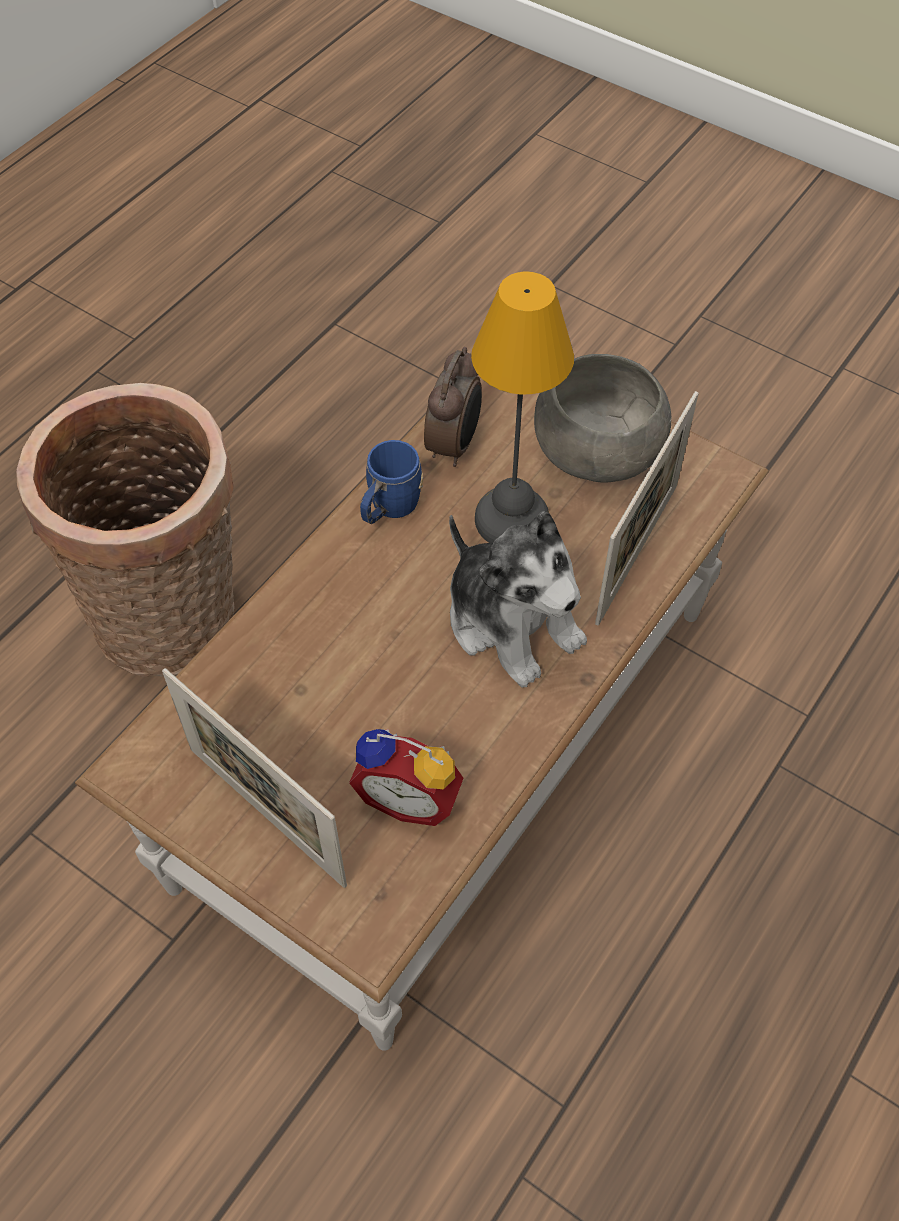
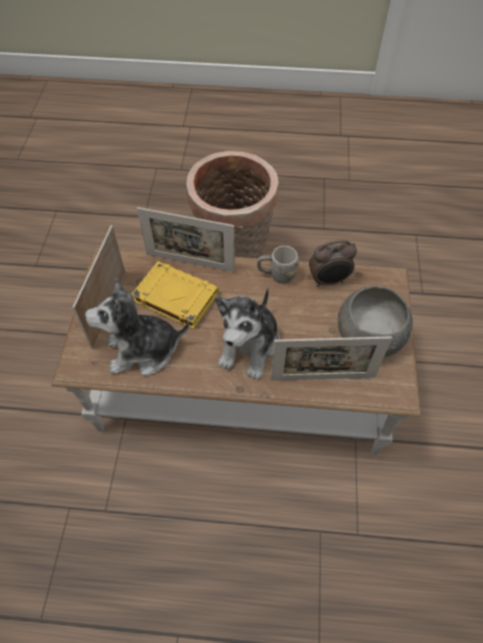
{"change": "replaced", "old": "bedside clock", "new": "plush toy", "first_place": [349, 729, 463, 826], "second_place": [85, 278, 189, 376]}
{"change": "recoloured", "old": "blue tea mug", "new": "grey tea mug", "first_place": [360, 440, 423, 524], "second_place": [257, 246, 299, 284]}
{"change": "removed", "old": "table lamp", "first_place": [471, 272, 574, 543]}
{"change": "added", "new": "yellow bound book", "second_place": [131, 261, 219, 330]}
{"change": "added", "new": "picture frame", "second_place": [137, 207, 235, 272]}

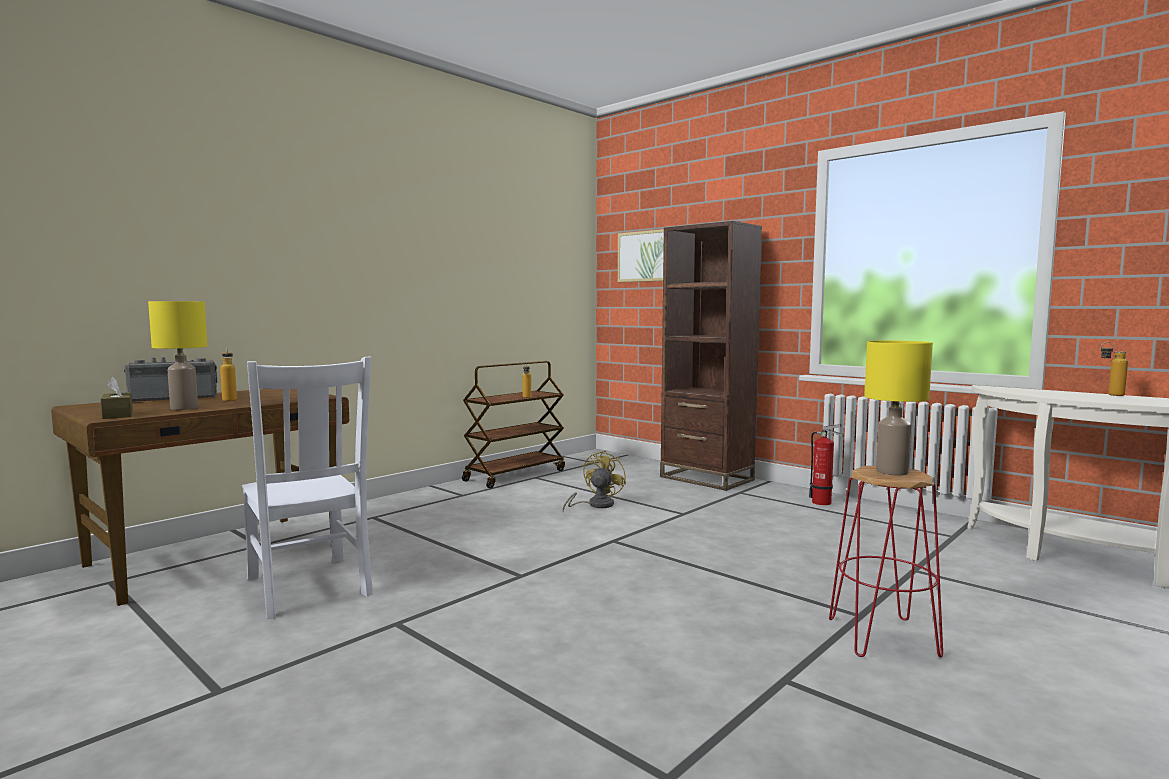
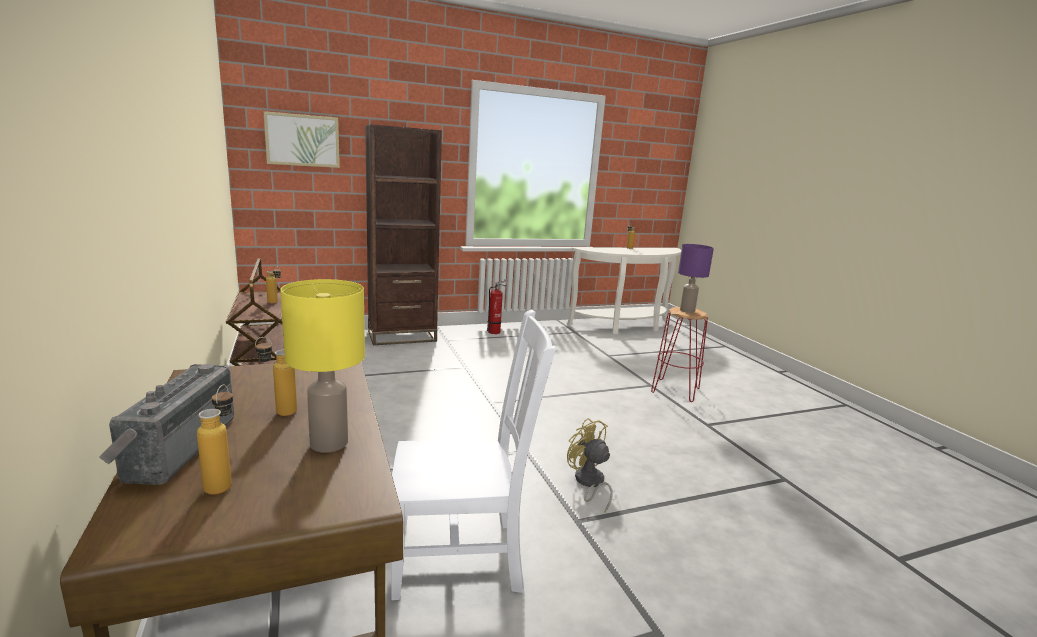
{"change": "removed", "old": "brownish box of tissues", "first_place": [100, 377, 133, 419]}
{"change": "moved", "old": "yellow electric fan", "first_place": [562, 450, 626, 511], "second_place": [567, 418, 613, 513]}
{"change": "recoloured", "old": "yellow table lamp", "new": "purplish table lamp", "first_place": [864, 340, 933, 476], "second_place": [678, 244, 714, 313]}
{"change": "added", "new": "beverage bottle", "second_place": [197, 384, 233, 495]}

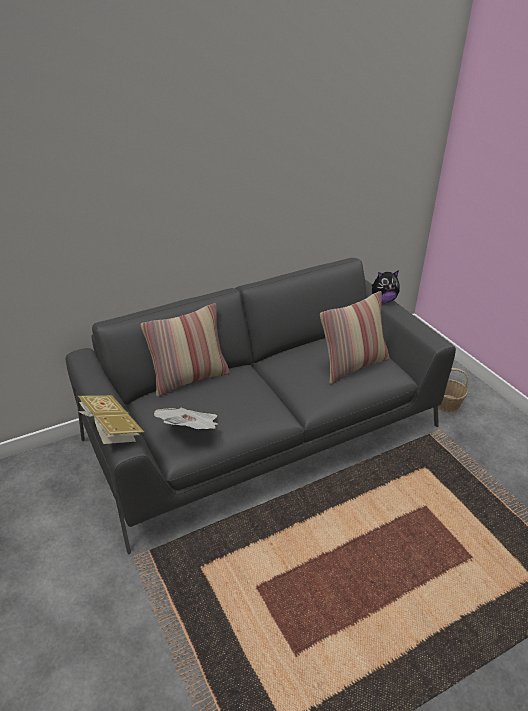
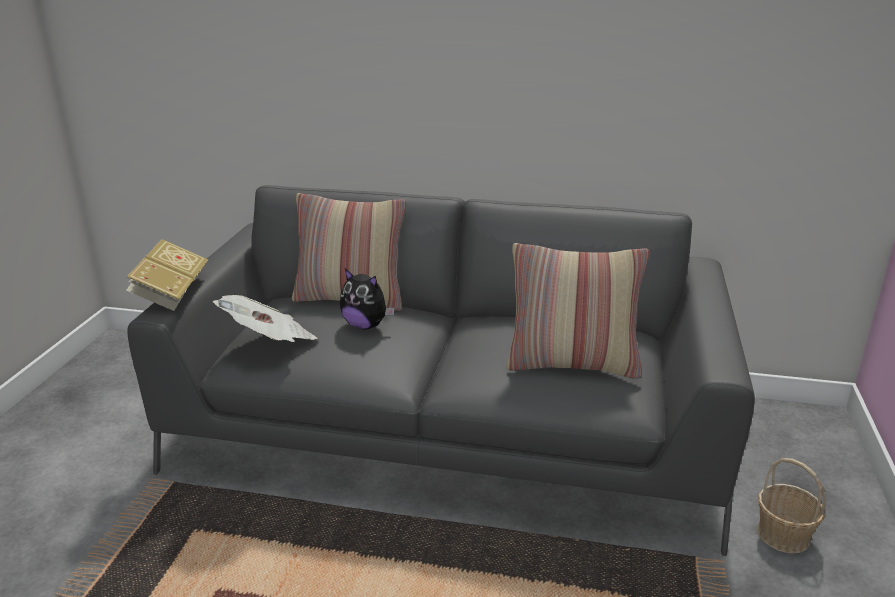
{"change": "moved", "old": "plush toy", "first_place": [372, 270, 400, 303], "second_place": [340, 269, 395, 329]}

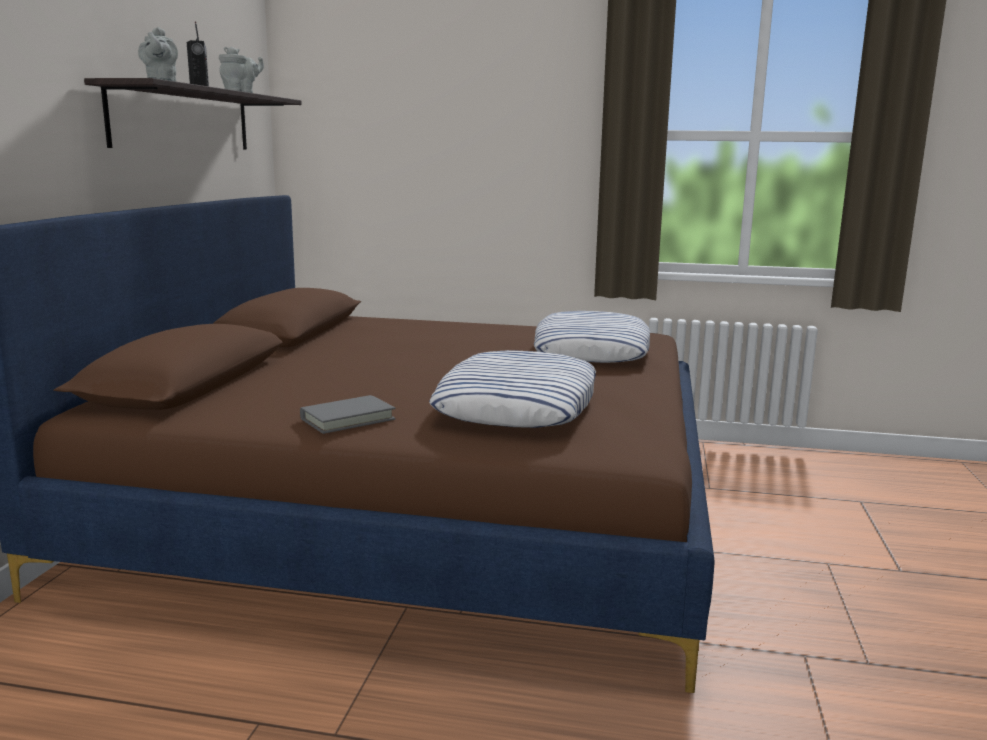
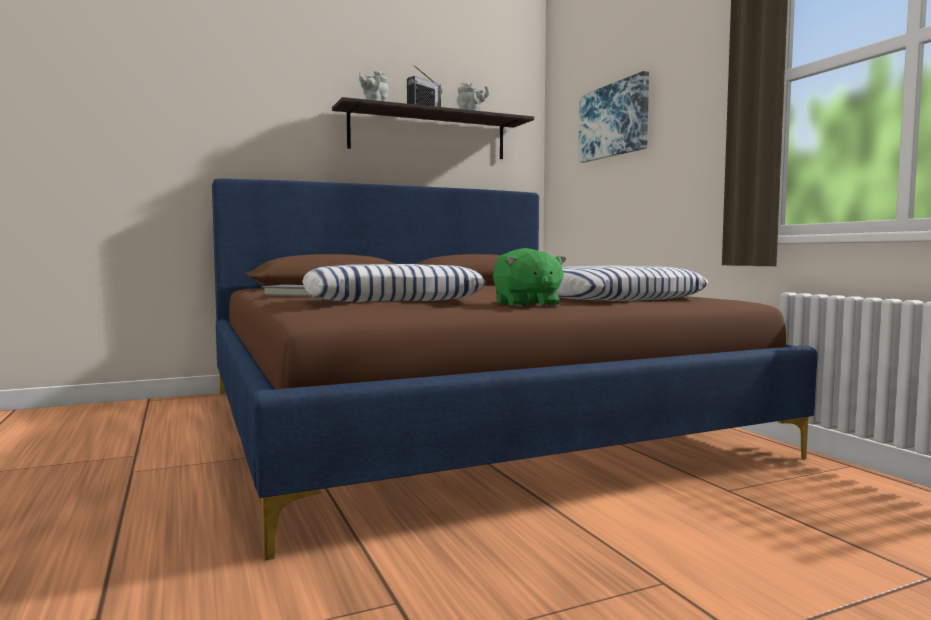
{"change": "added", "new": "green plush toy", "second_place": [493, 248, 567, 307]}
{"change": "added", "new": "wall picture", "second_place": [578, 71, 649, 163]}

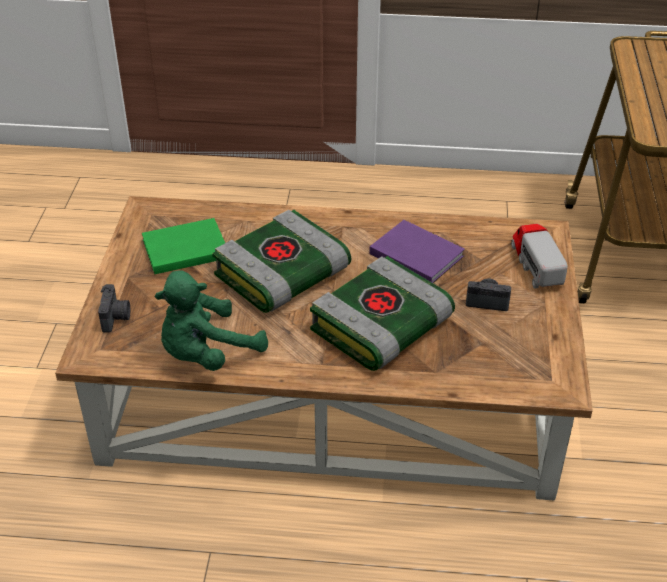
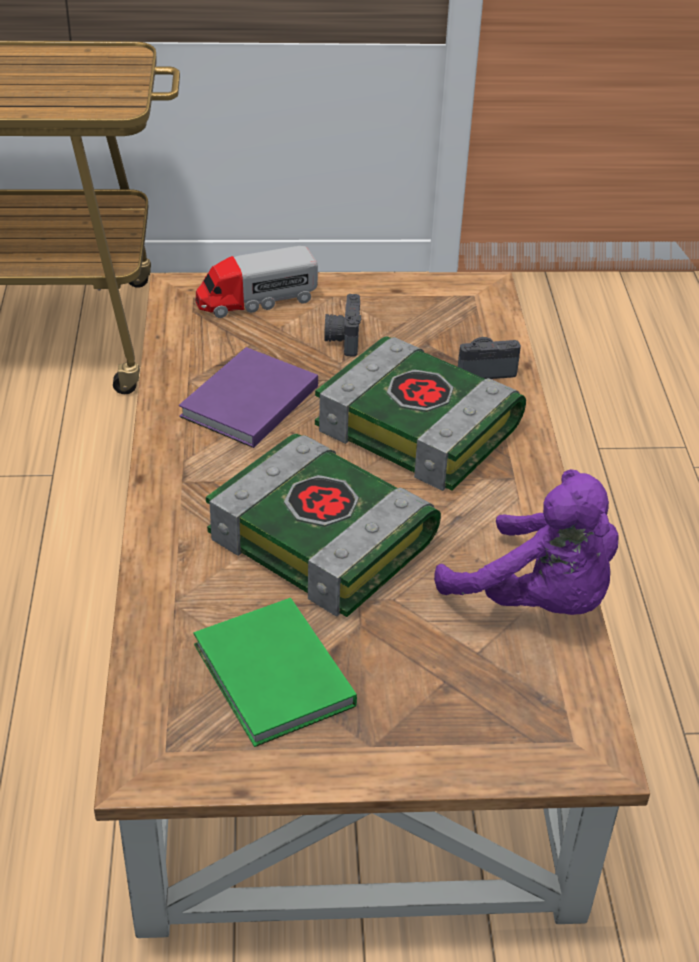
{"change": "moved", "old": "photo camera", "first_place": [98, 284, 130, 333], "second_place": [458, 337, 521, 379]}
{"change": "recoloured", "old": "green plush toy", "new": "purplish plush toy", "first_place": [154, 270, 268, 371], "second_place": [434, 469, 619, 615]}

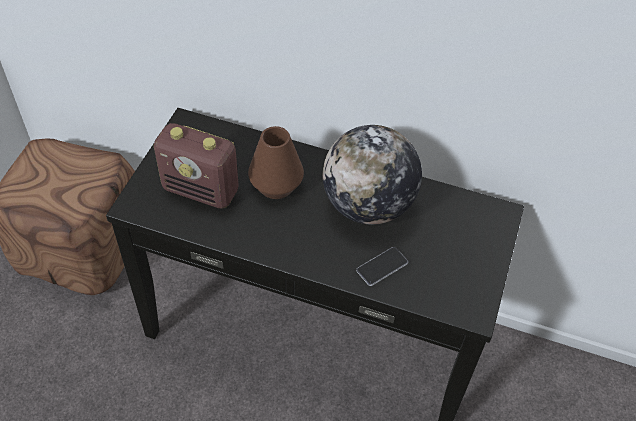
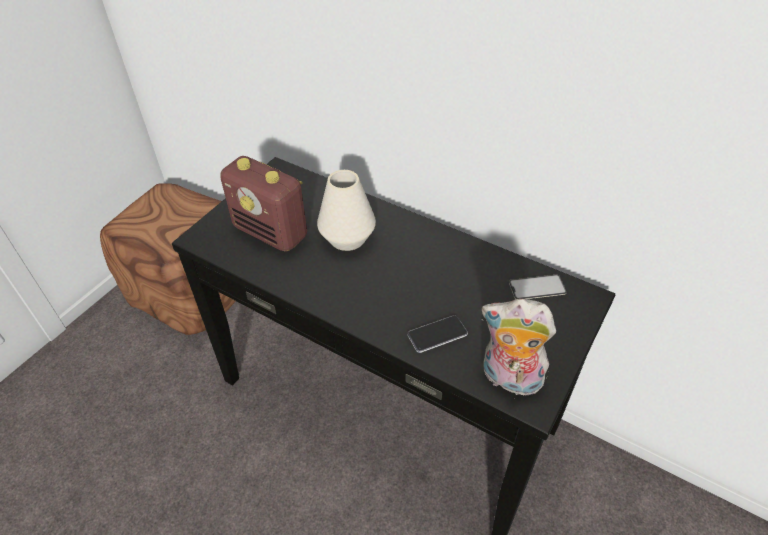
{"change": "recoloured", "old": "brownish decorative vase", "new": "white decorative vase", "first_place": [248, 126, 304, 199], "second_place": [317, 170, 376, 251]}
{"change": "removed", "old": "desk globe", "first_place": [323, 125, 422, 225]}
{"change": "added", "new": "plush toy", "second_place": [482, 298, 556, 399]}
{"change": "added", "new": "phone", "second_place": [509, 274, 567, 299]}

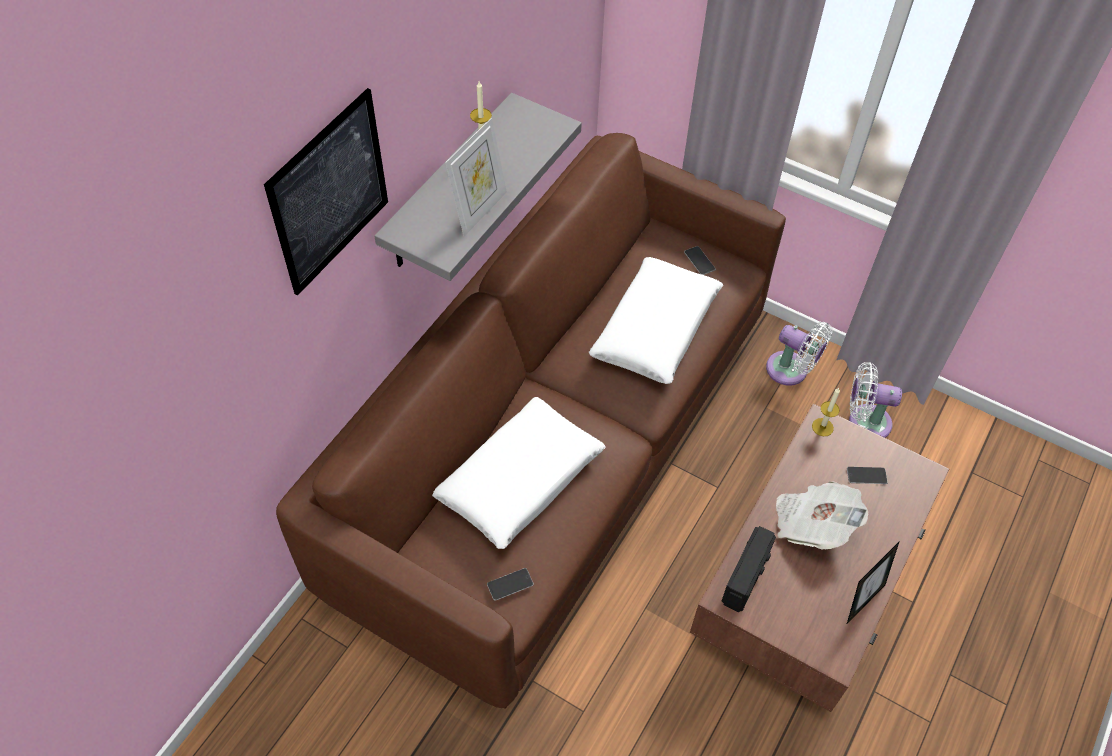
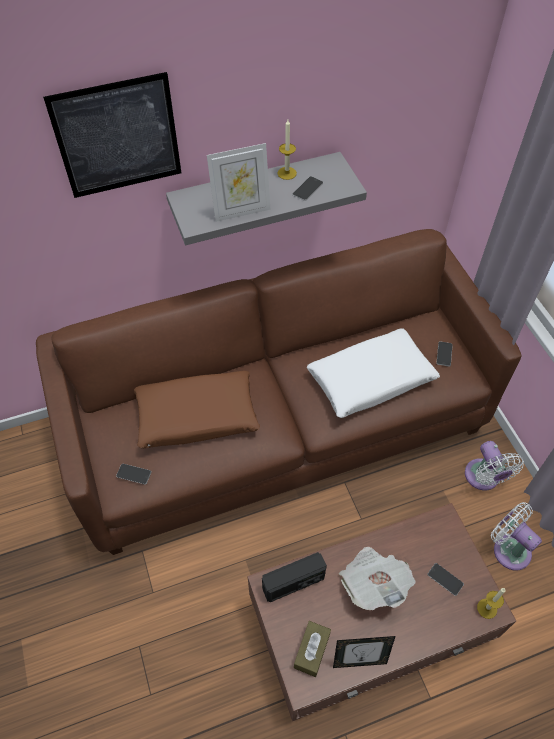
{"change": "recoloured", "old": "white throw pillow", "new": "brownish throw pillow", "first_place": [432, 397, 606, 549], "second_place": [134, 371, 260, 448]}
{"change": "moved", "old": "candle", "first_place": [812, 388, 840, 437], "second_place": [477, 588, 505, 619]}
{"change": "added", "new": "phone", "second_place": [292, 176, 323, 201]}
{"change": "added", "new": "brownish box of tissues", "second_place": [294, 621, 331, 677]}

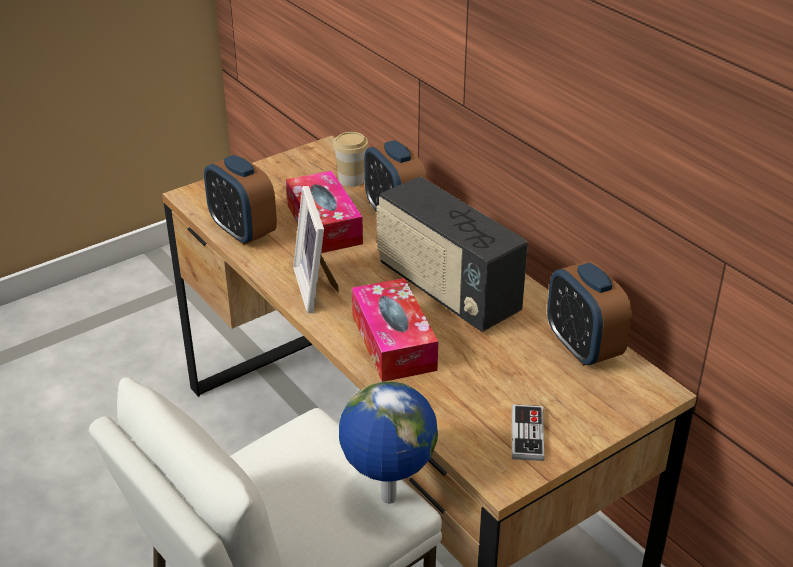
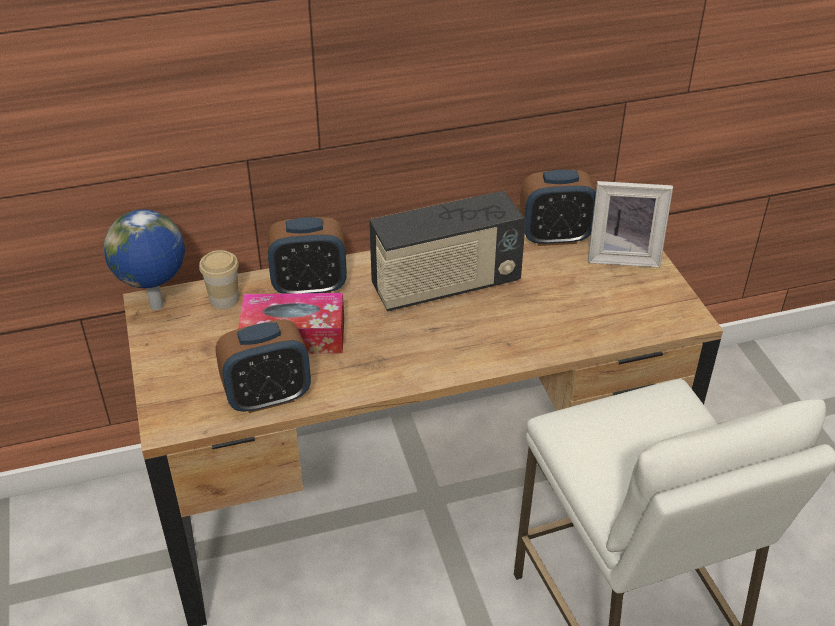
{"change": "moved", "old": "picture frame", "first_place": [293, 186, 339, 313], "second_place": [588, 181, 673, 268]}
{"change": "moved", "old": "desk globe", "first_place": [339, 381, 438, 504], "second_place": [104, 210, 185, 310]}
{"change": "removed", "old": "box of tissues", "first_place": [352, 278, 438, 382]}
{"change": "removed", "old": "game controller", "first_place": [512, 404, 544, 461]}

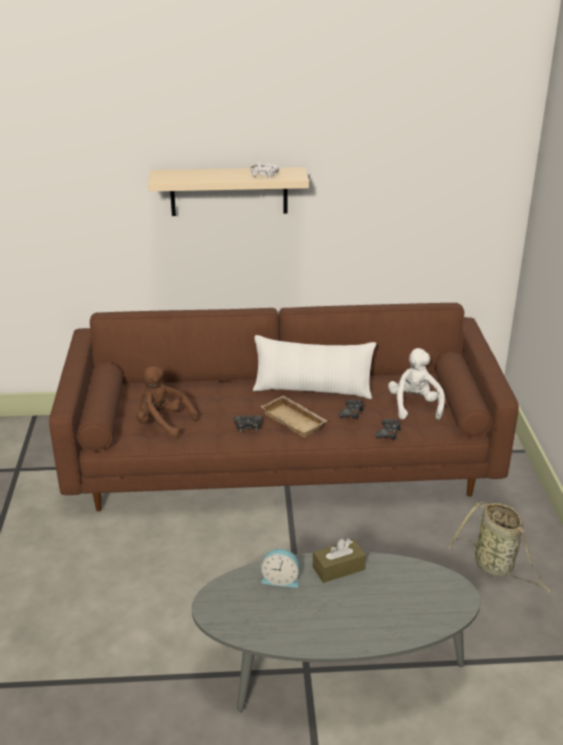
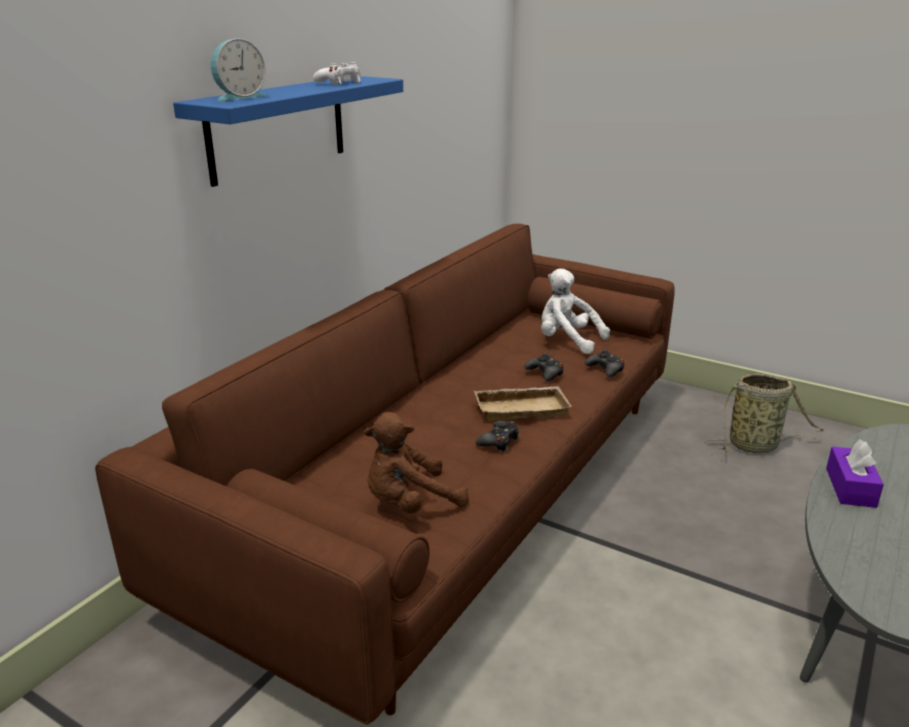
{"change": "recoloured", "old": "beige-coloured bracket shelf", "new": "blue bracket shelf", "first_place": [148, 167, 309, 216], "second_place": [173, 76, 403, 187]}
{"change": "removed", "old": "white throw pillow", "first_place": [253, 335, 376, 399]}
{"change": "moved", "old": "bedside clock", "first_place": [261, 549, 299, 588], "second_place": [211, 38, 267, 101]}
{"change": "recoloured", "old": "brownish box of tissues", "new": "purplish box of tissues", "first_place": [313, 539, 366, 583], "second_place": [826, 439, 884, 508]}

